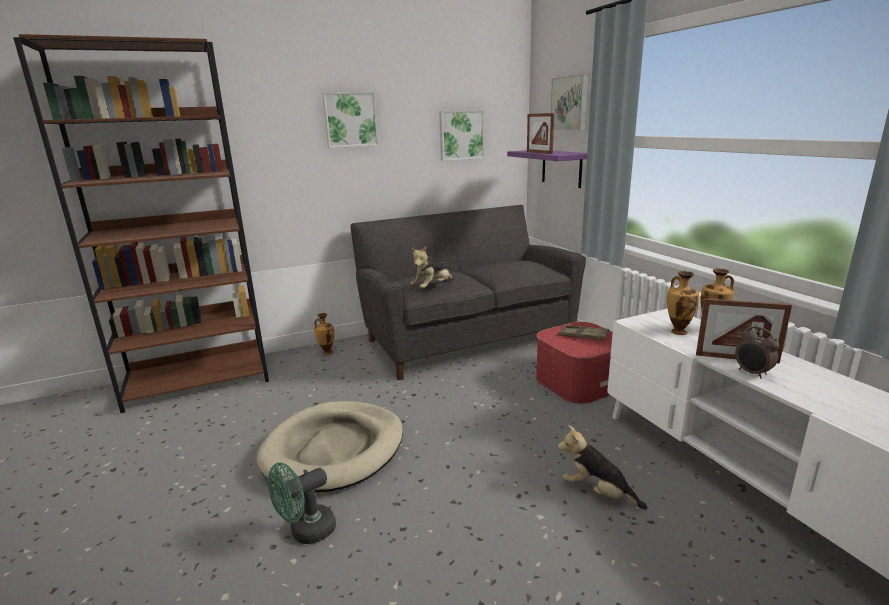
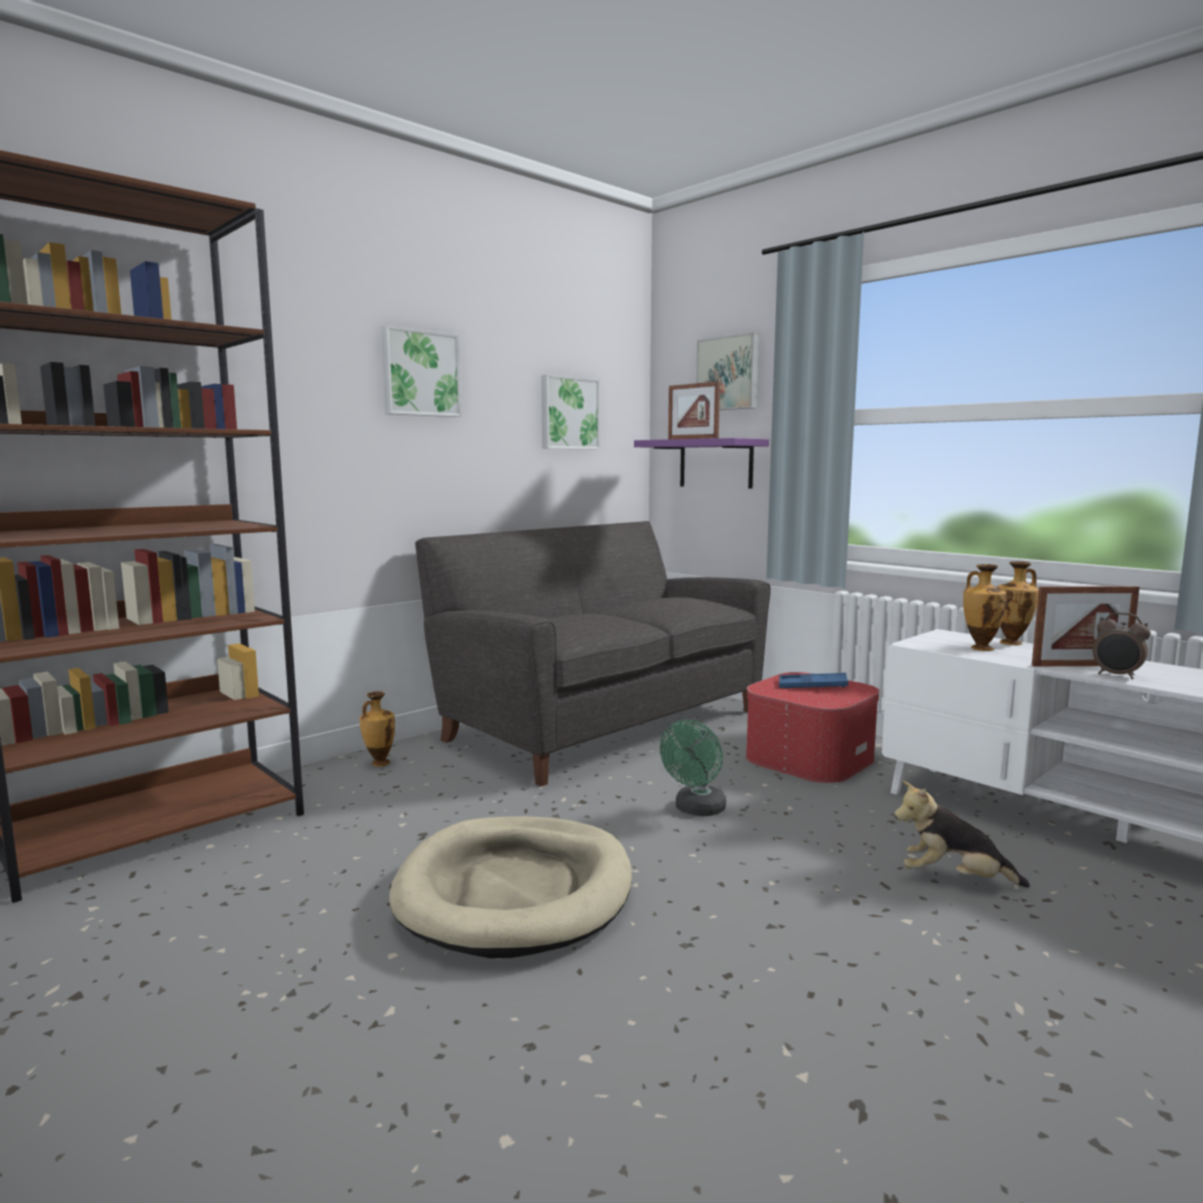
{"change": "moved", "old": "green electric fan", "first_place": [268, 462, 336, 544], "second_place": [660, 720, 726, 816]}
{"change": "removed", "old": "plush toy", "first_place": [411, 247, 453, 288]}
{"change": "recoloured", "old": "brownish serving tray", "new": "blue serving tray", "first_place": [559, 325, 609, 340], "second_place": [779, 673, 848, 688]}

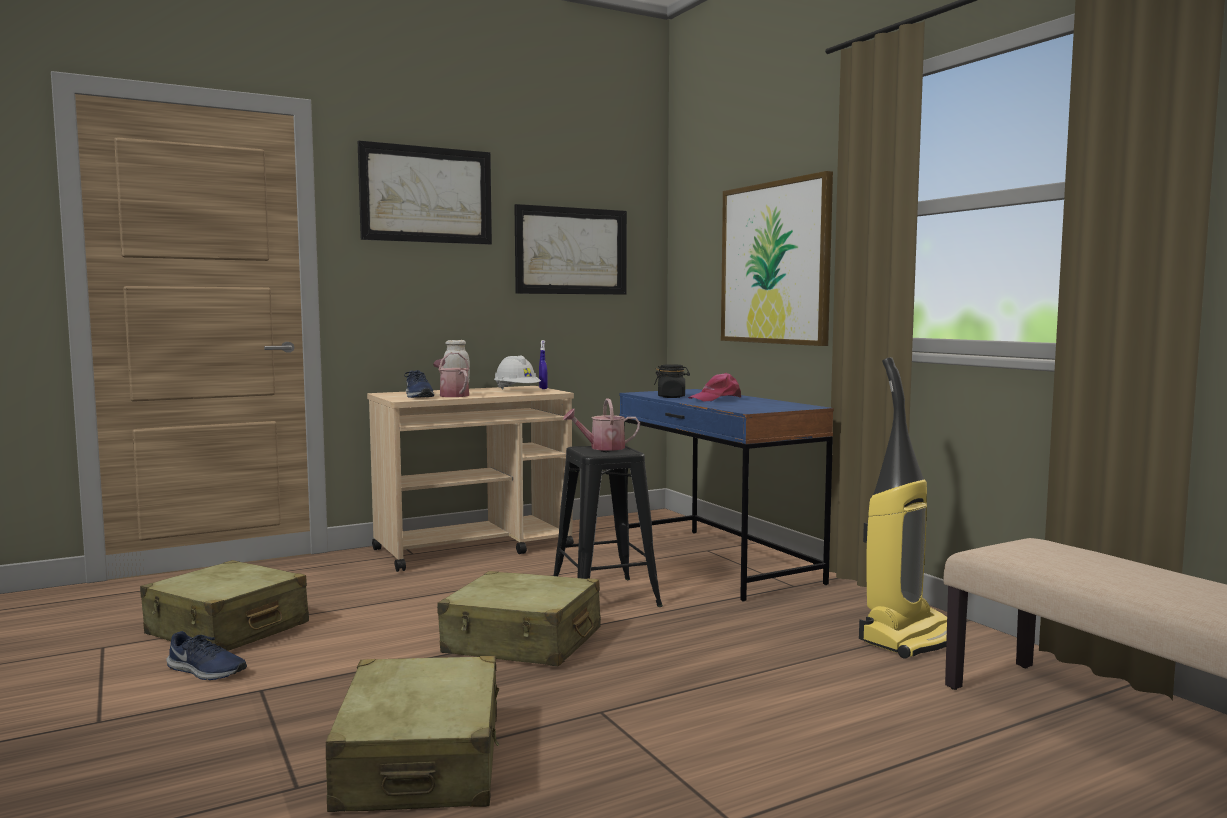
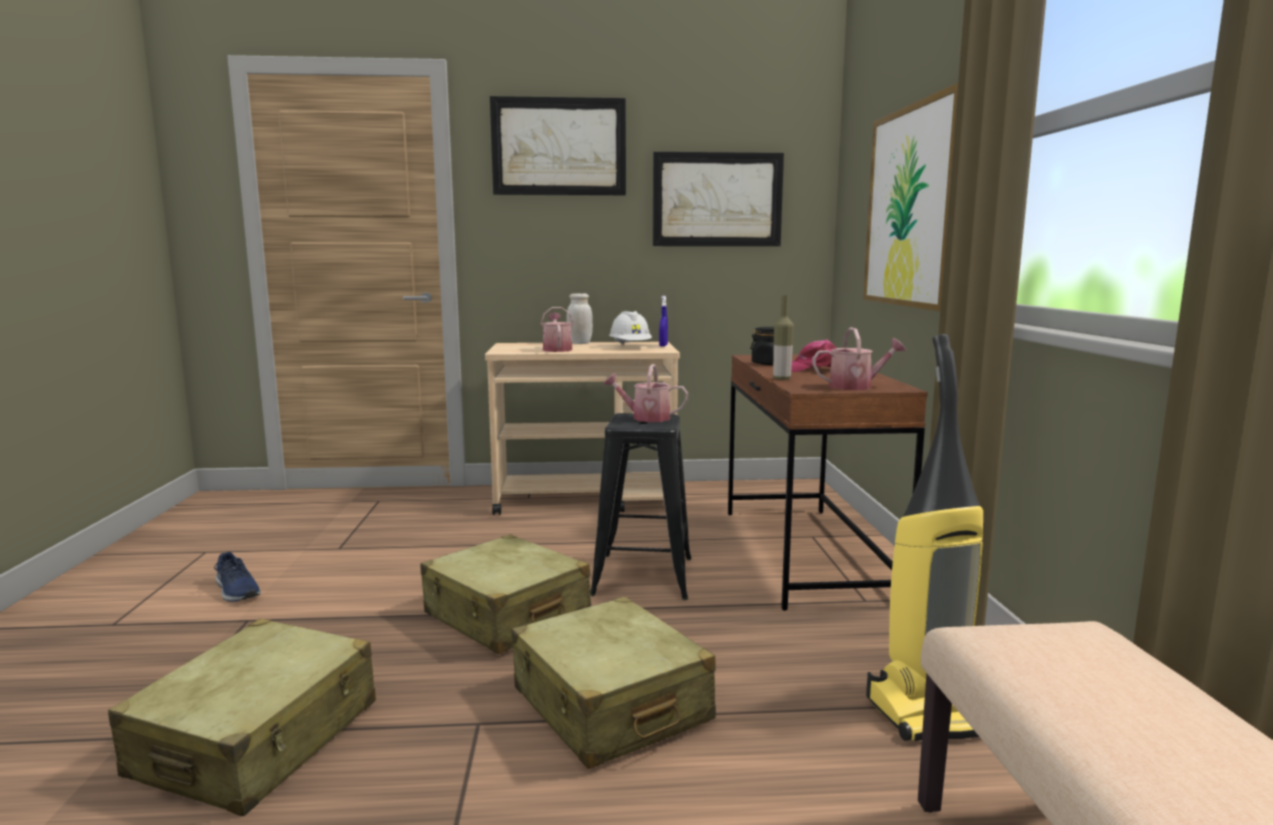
{"change": "moved", "old": "beige-coloured suitcase", "first_place": [140, 560, 309, 651], "second_place": [512, 596, 716, 769]}
{"change": "removed", "old": "blue item of footwear", "first_place": [404, 370, 434, 398]}
{"change": "recoloured", "old": "blue desk unit", "new": "brownish desk unit", "first_place": [619, 389, 834, 602], "second_place": [728, 354, 928, 611]}
{"change": "added", "new": "beverage bottle", "second_place": [773, 295, 794, 380]}
{"change": "added", "new": "watering pot", "second_place": [812, 328, 906, 390]}

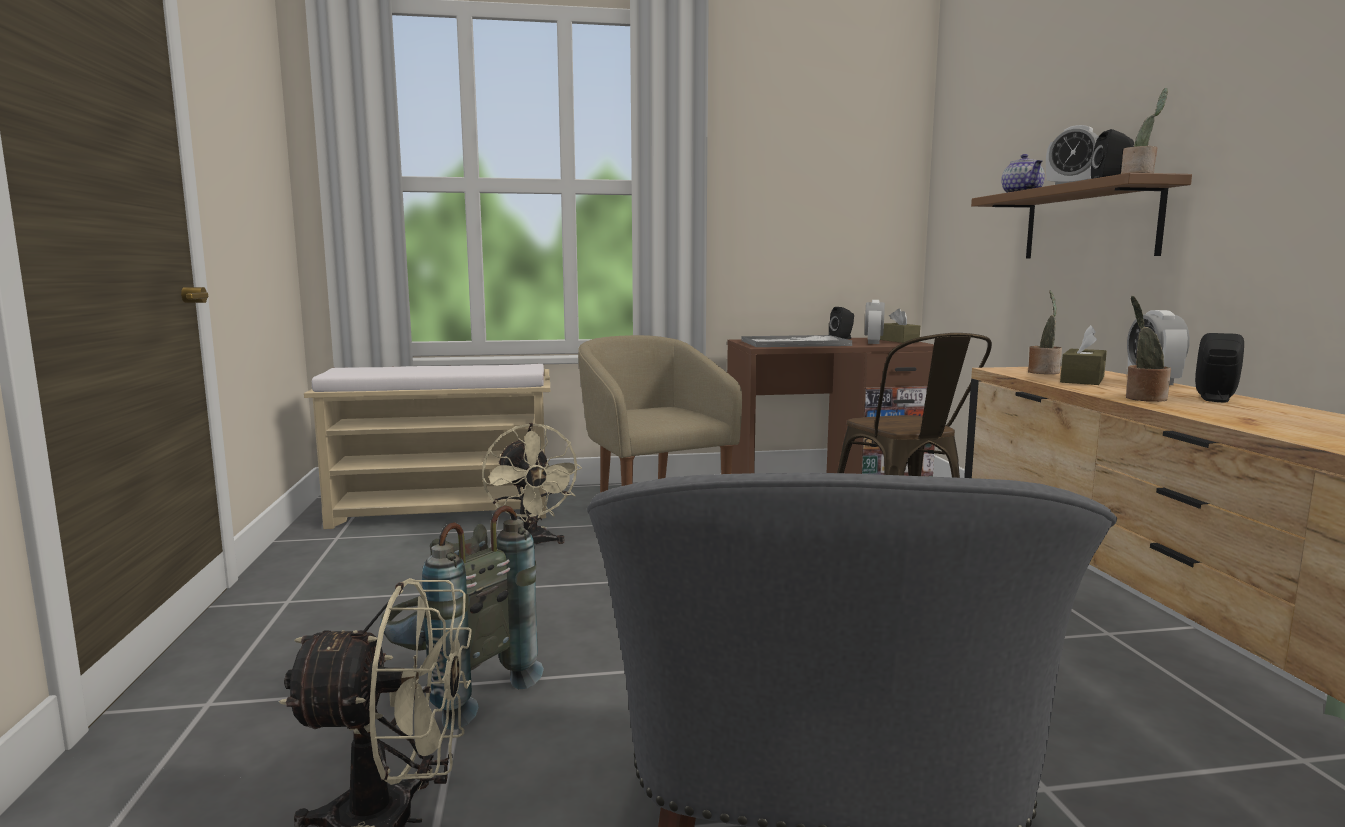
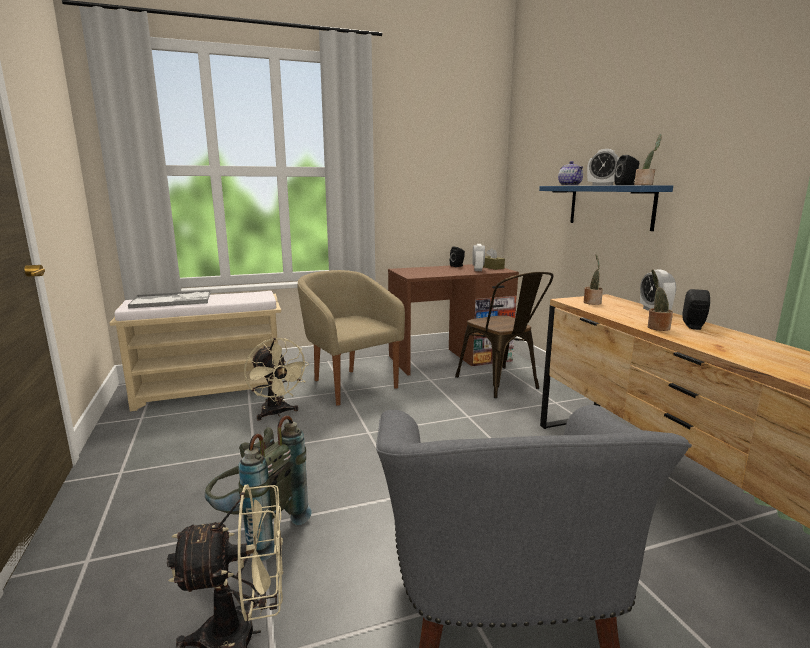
{"change": "moved", "old": "serving tray", "first_place": [741, 335, 852, 347], "second_place": [128, 291, 211, 309]}
{"change": "recoloured", "old": "brownish bracket shelf", "new": "blue bracket shelf", "first_place": [971, 173, 1192, 258], "second_place": [539, 185, 673, 231]}
{"change": "removed", "old": "brownish box of tissues", "first_place": [1060, 325, 1107, 385]}

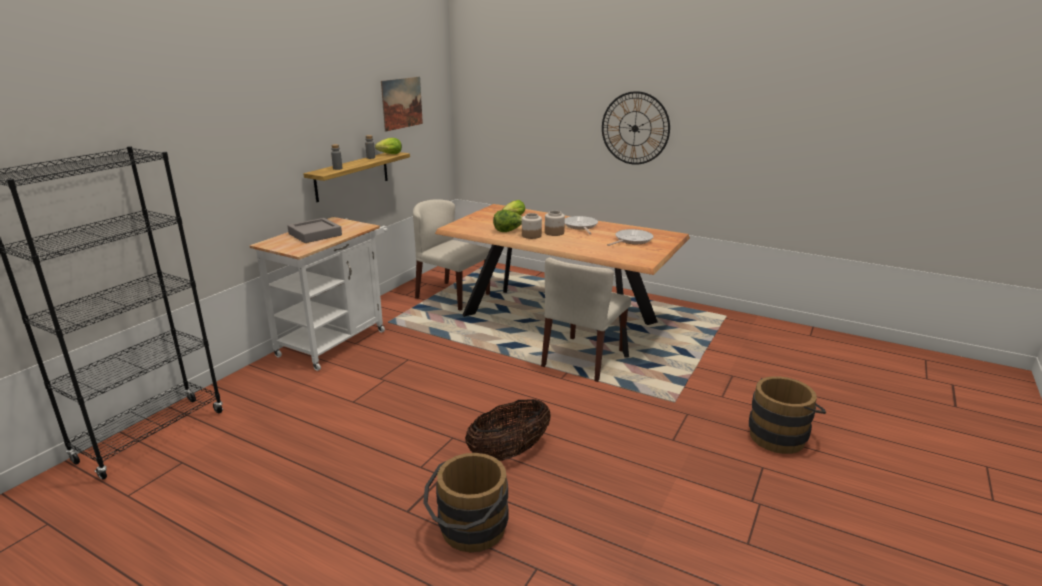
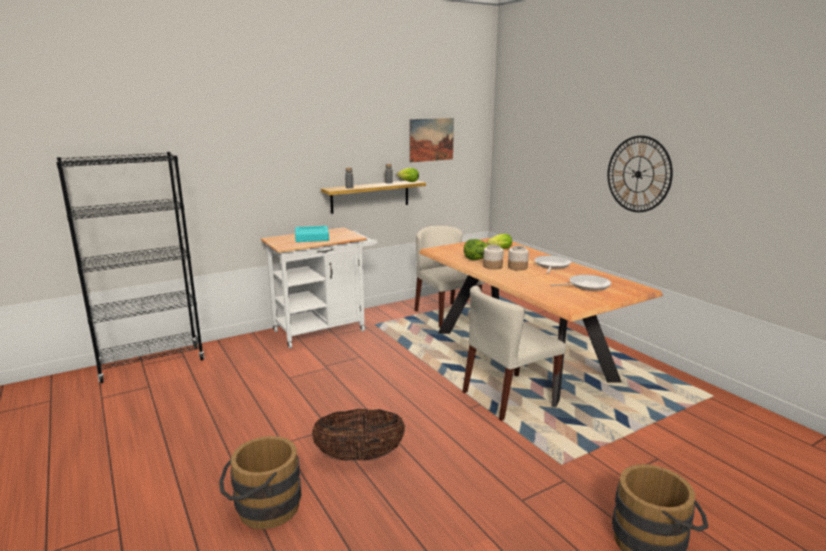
{"change": "recoloured", "old": "grey serving tray", "new": "turquoise-coloured serving tray", "first_place": [287, 218, 342, 243], "second_place": [295, 226, 329, 242]}

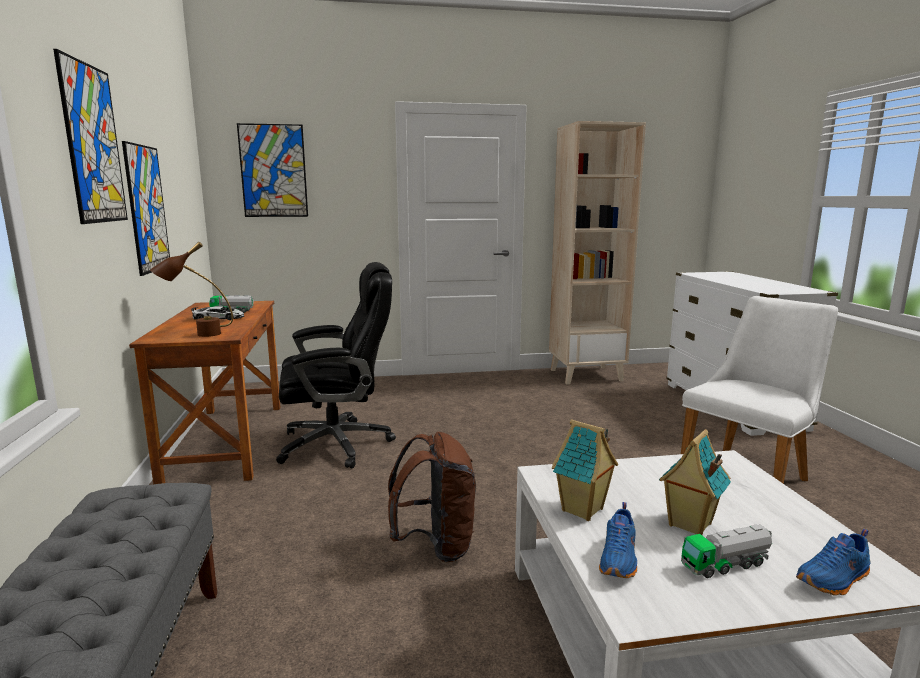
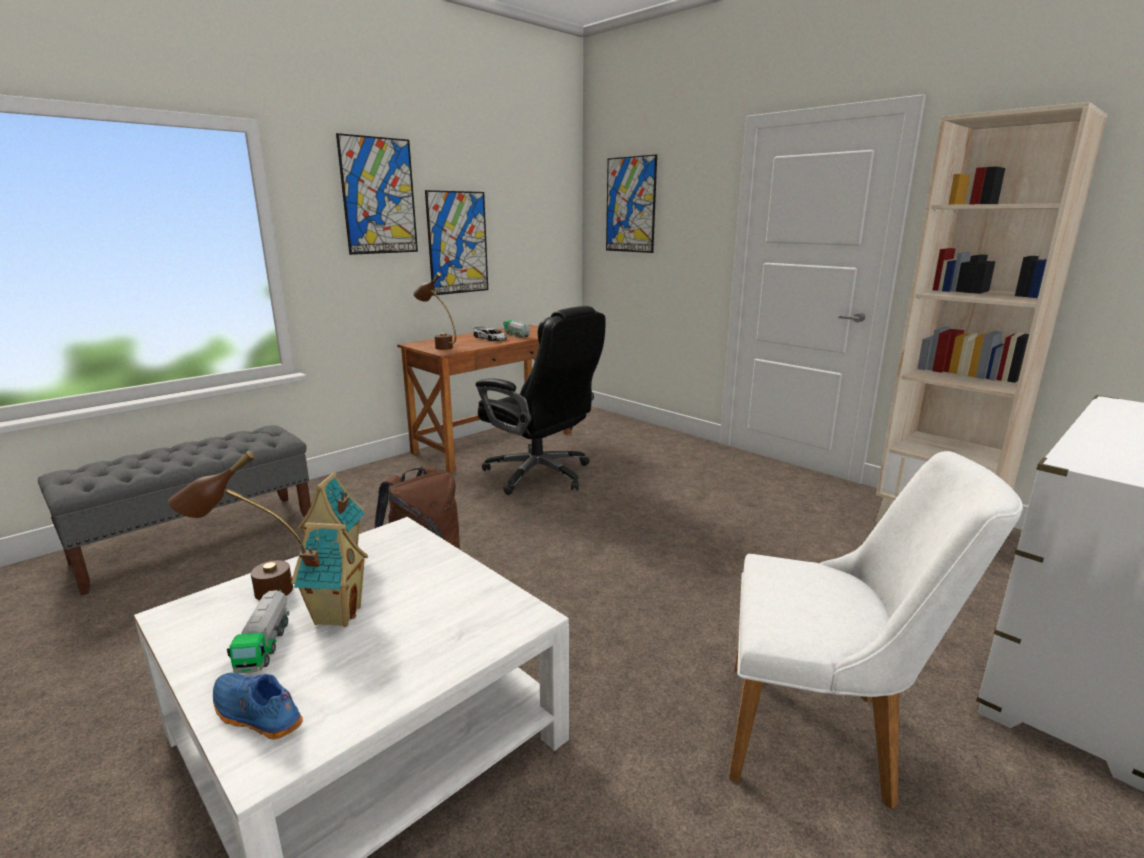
{"change": "replaced", "old": "blue item of footwear", "new": "brownish table lamp", "first_place": [599, 502, 637, 578], "second_place": [168, 451, 303, 601]}
{"change": "turned", "old": "model truck", "first_place": [681, 524, 772, 578], "second_place": [227, 590, 289, 673], "degrees": -135}

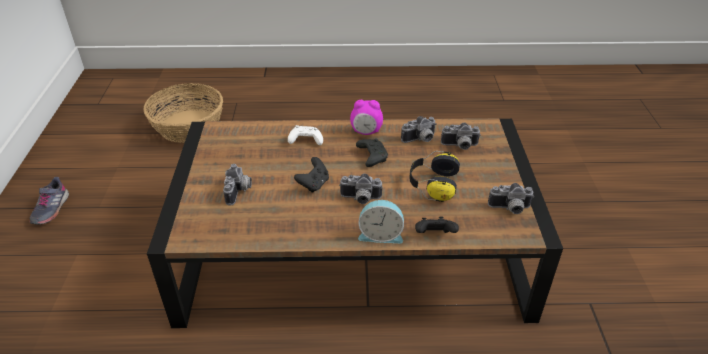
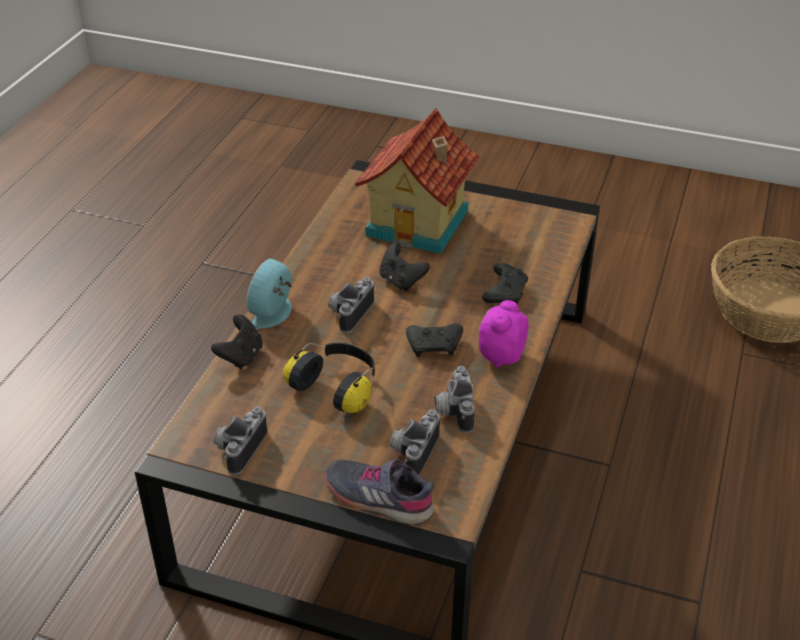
{"change": "moved", "old": "grey item of footwear", "first_place": [29, 177, 69, 225], "second_place": [324, 459, 434, 525]}
{"change": "replaced", "old": "photo camera", "new": "miniature house", "first_place": [223, 164, 252, 206], "second_place": [355, 108, 480, 254]}
{"change": "recoloured", "old": "white game controller", "new": "black-coloured game controller", "first_place": [288, 125, 323, 145], "second_place": [482, 263, 528, 305]}

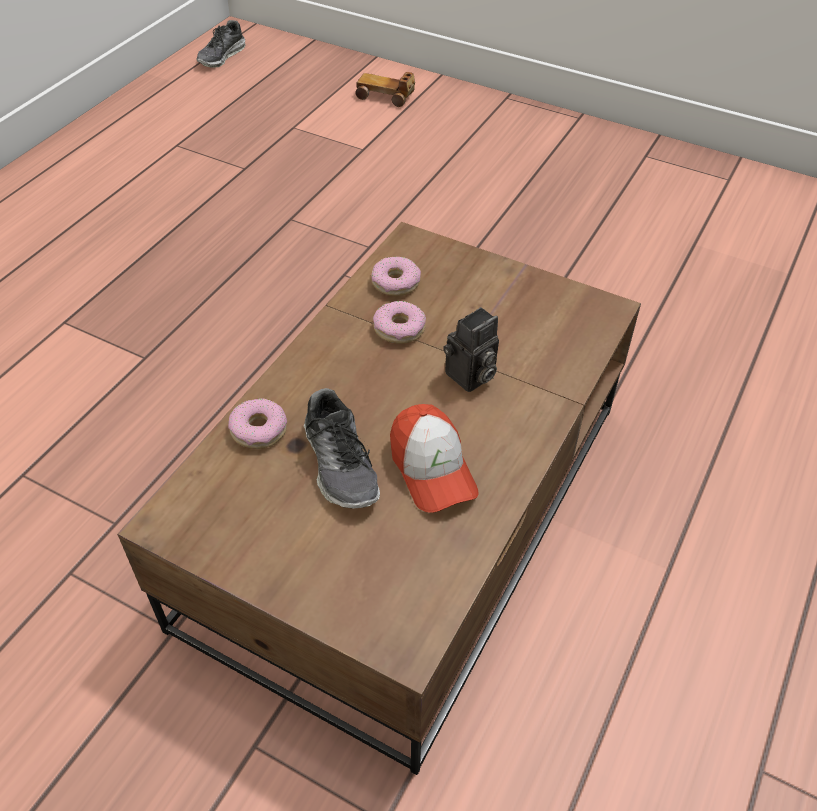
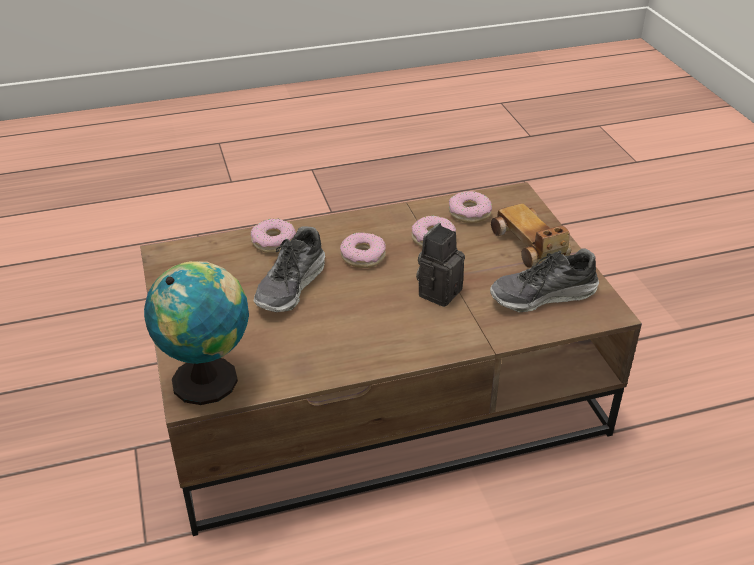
{"change": "moved", "old": "item of footwear", "first_place": [196, 20, 245, 68], "second_place": [490, 248, 599, 313]}
{"change": "moved", "old": "toy car", "first_place": [356, 72, 415, 107], "second_place": [491, 203, 571, 268]}
{"change": "removed", "old": "peaked cap", "first_place": [390, 404, 479, 513]}
{"change": "turned", "old": "photo camera", "first_place": [443, 307, 499, 392], "second_place": [416, 223, 465, 307], "degrees": 120}
{"change": "added", "new": "desk globe", "second_place": [144, 261, 249, 405]}
{"change": "added", "new": "ring doughnut", "second_place": [340, 232, 386, 268]}

